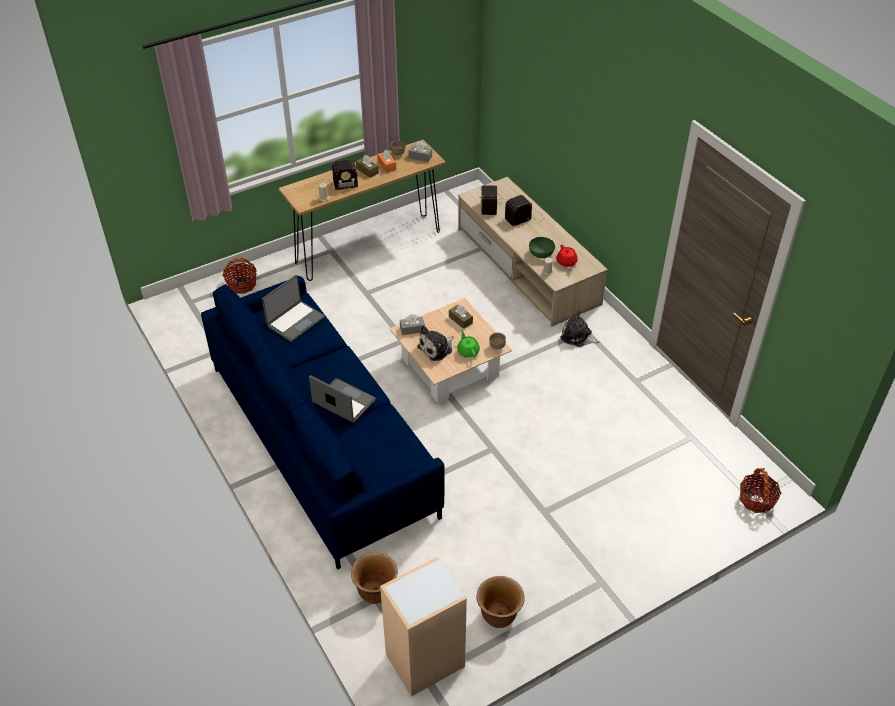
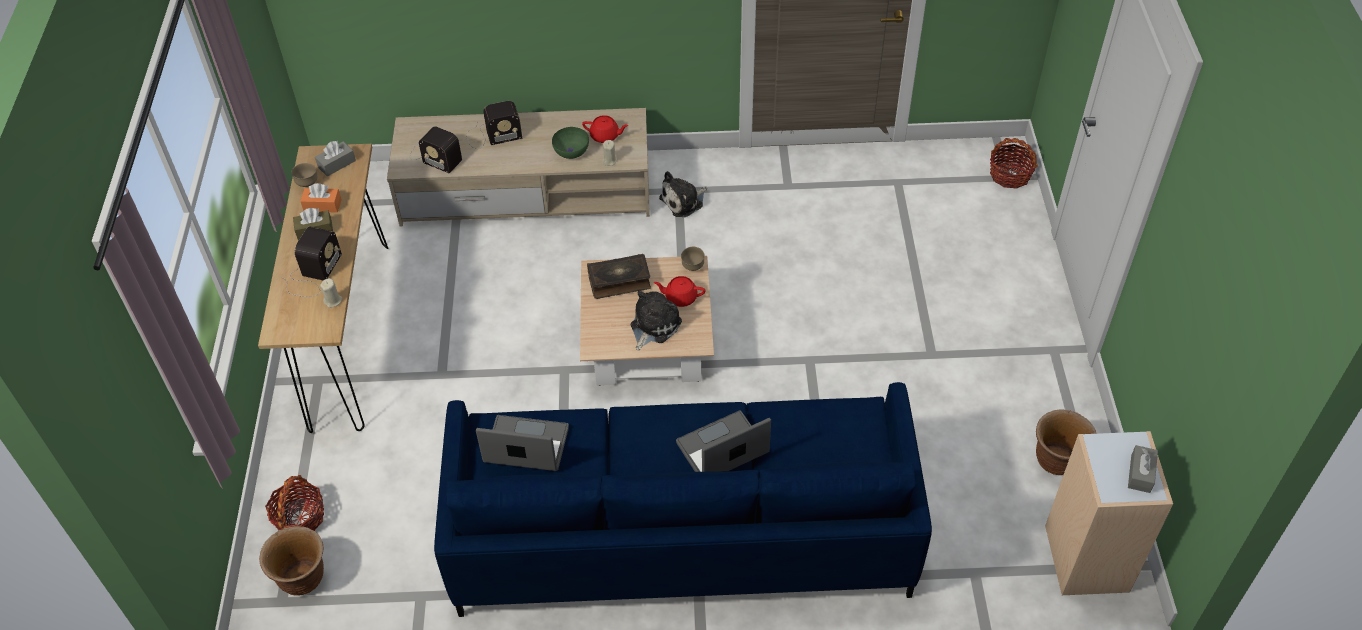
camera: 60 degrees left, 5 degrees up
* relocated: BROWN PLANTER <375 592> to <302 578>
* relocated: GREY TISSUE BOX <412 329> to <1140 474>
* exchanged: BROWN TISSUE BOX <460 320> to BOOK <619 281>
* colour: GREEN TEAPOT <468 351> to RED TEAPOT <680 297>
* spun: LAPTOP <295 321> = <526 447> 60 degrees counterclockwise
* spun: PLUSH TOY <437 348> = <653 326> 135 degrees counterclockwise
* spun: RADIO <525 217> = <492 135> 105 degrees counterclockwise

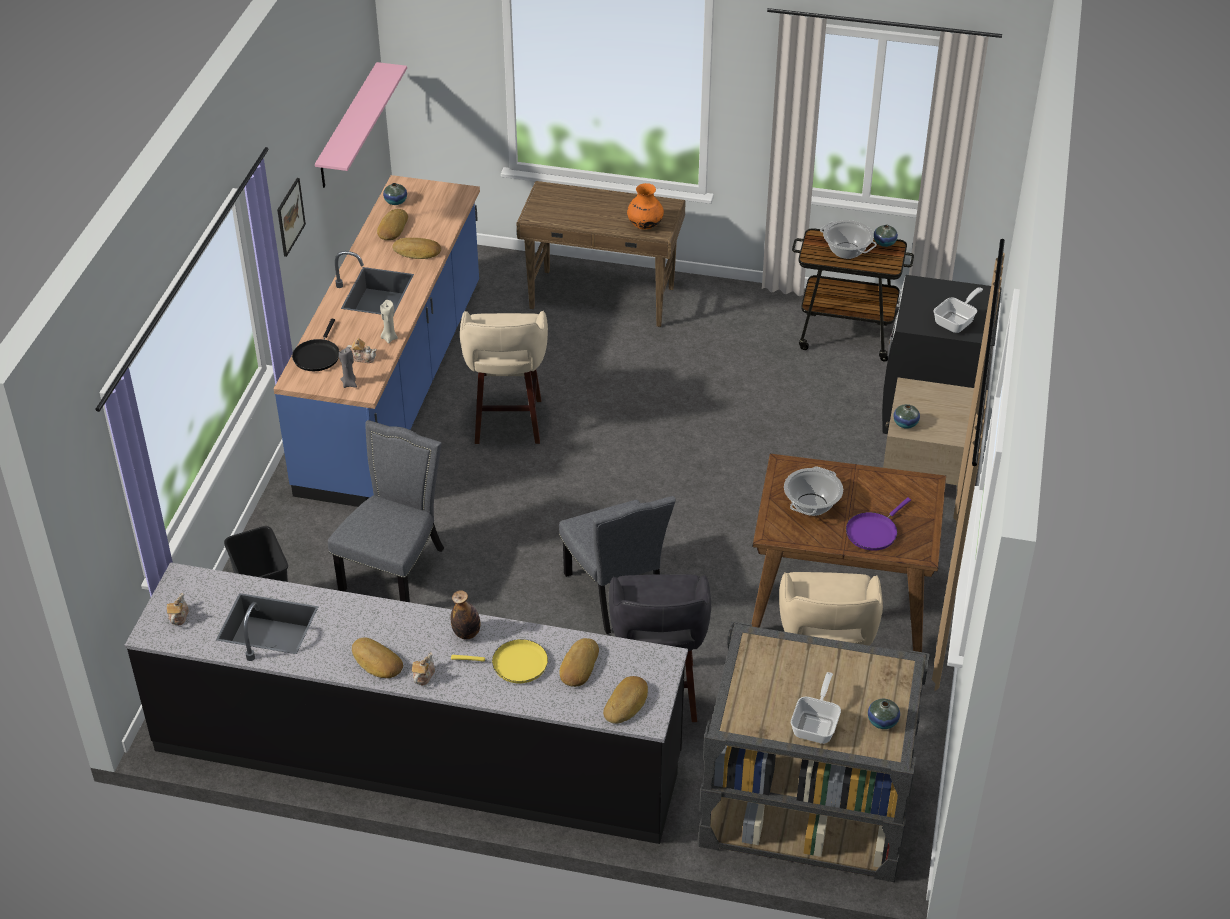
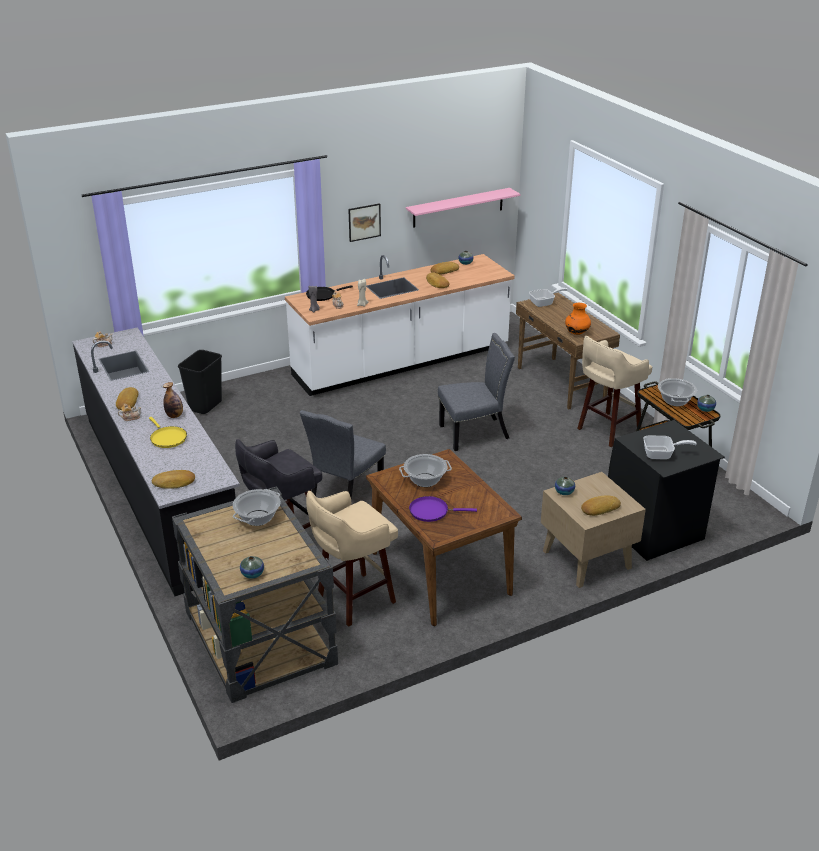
camera: 50 degrees right, 10 degrees down
* appeared: COOKING POT <258 518>
* relocated: GREY CHAIR <394 572> to <473 433>
* relocated: BEIGE STOOL <507 424> to <607 431>
* relocated: BREAD <578 666> to <599 508>
* relocated: FRYING PAN <816 724> to <544 303>
* colour: BLUE COUNTER <394 388> to WHITE COUNTER <402 362>

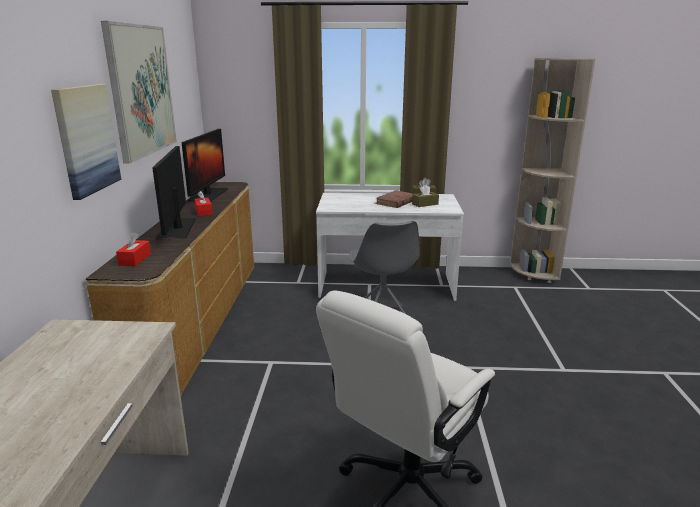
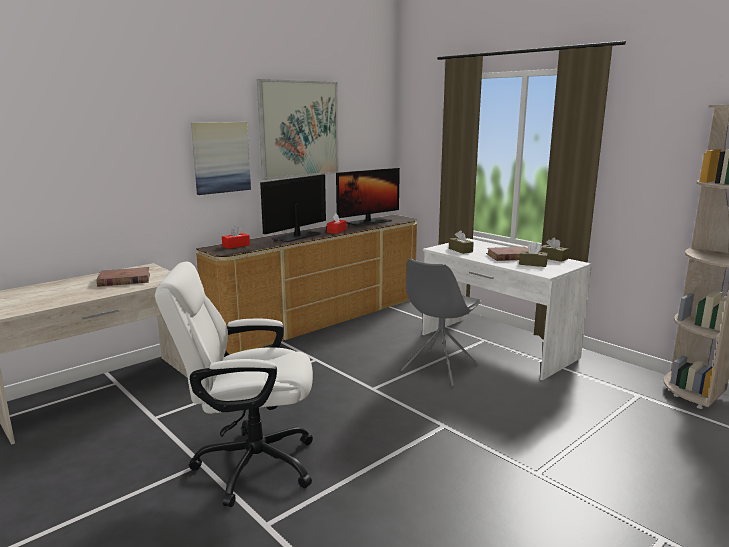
camera: 45 degrees right, 5 degrees down
* appeared: BROWN BOOK <124 280>
* appeared: BROWN TISSUE BOX <460 250>

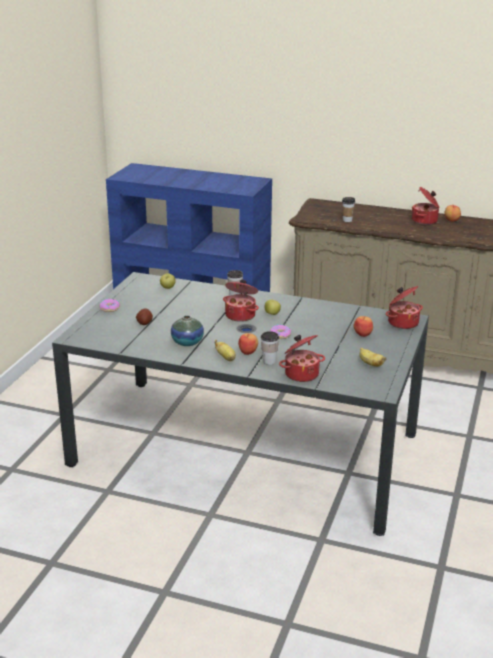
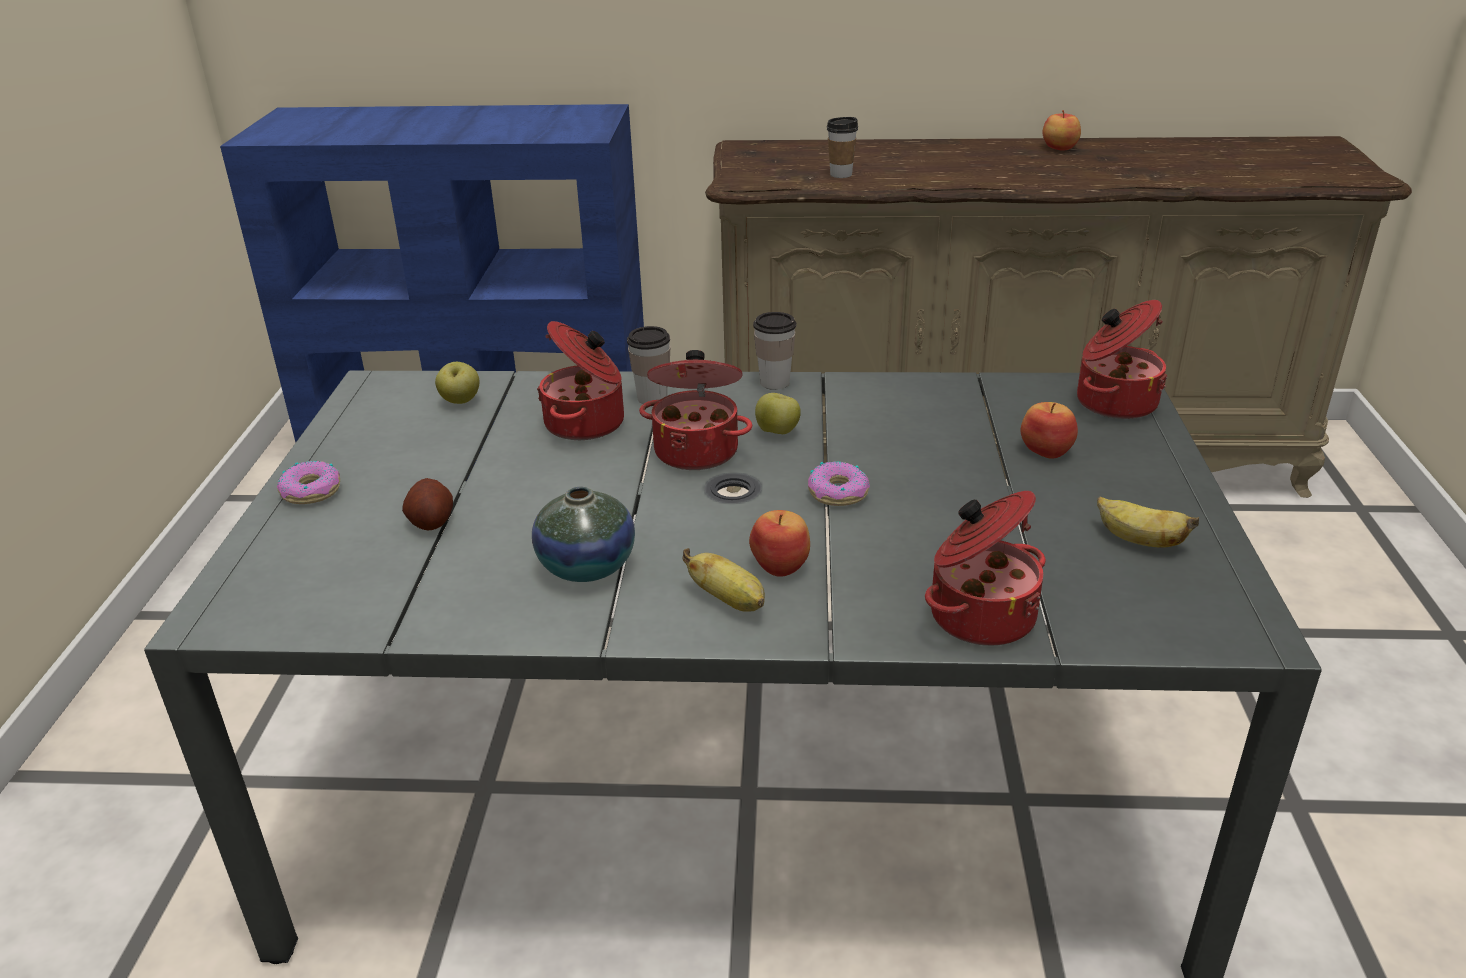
camera: 15 degrees left, 5 degrees up
* relocated: CUP <269 361> to <775 382>
* relocated: COOKING POT <425 221> to <587 423>

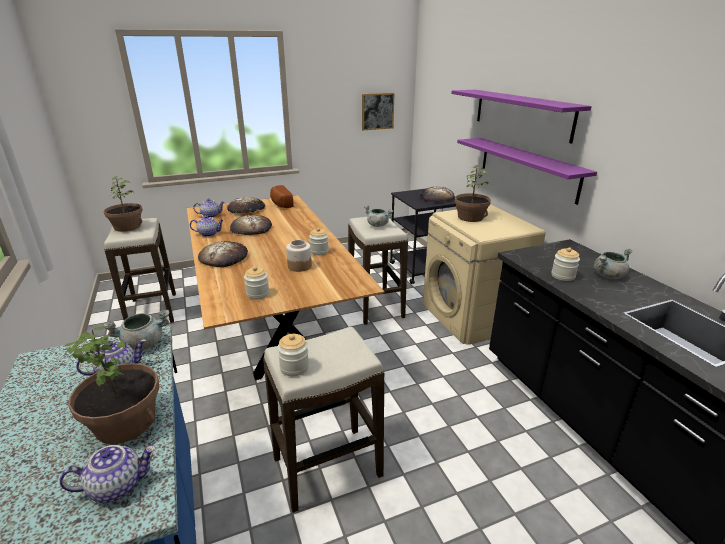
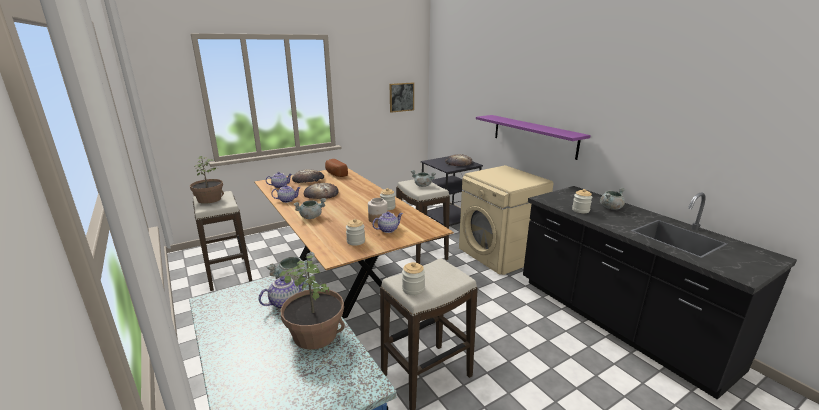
camera: 10 degrees left, 5 degrees down
* missing: PURPLE SHELF <521 113>
* missing: POTTED PLANT <470 217>
* relocated: TEAPOT <117 485> to <388 229>
* exchanged: BREAD <224 257> to GREY COOKING POT <311 217>

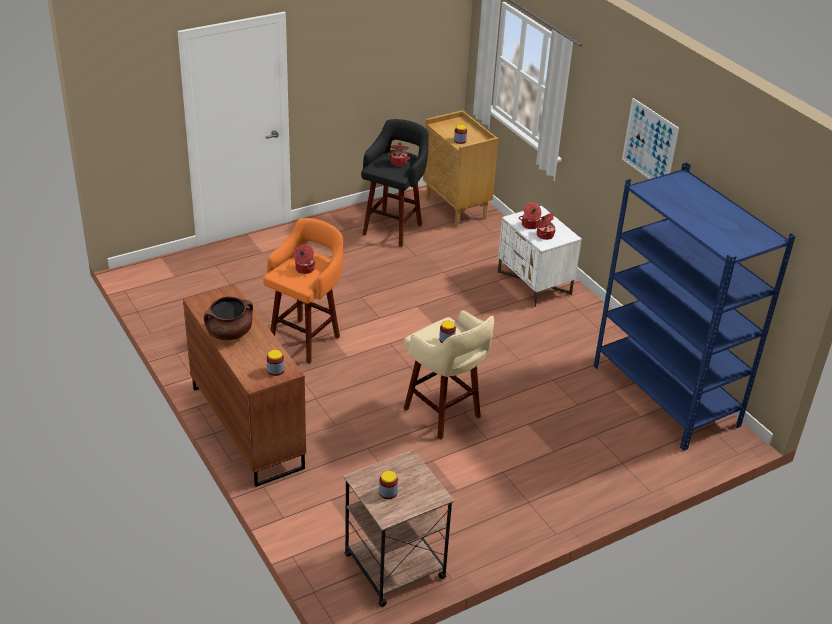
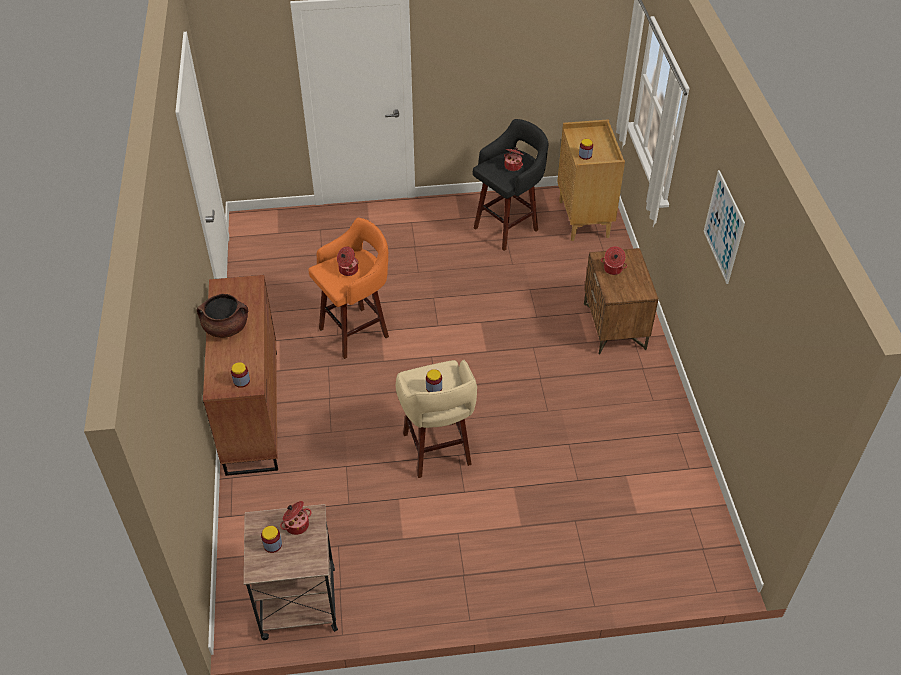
camera: 25 degrees right, 10 degrees up
* missing: BLUE BOOKCASE <665 395>
* relocated: COOKING POT <544 235> to <296 524>
* colour: WHITE NIGHTSTAND <534 284> to BROWN NIGHTSTAND <614 327>

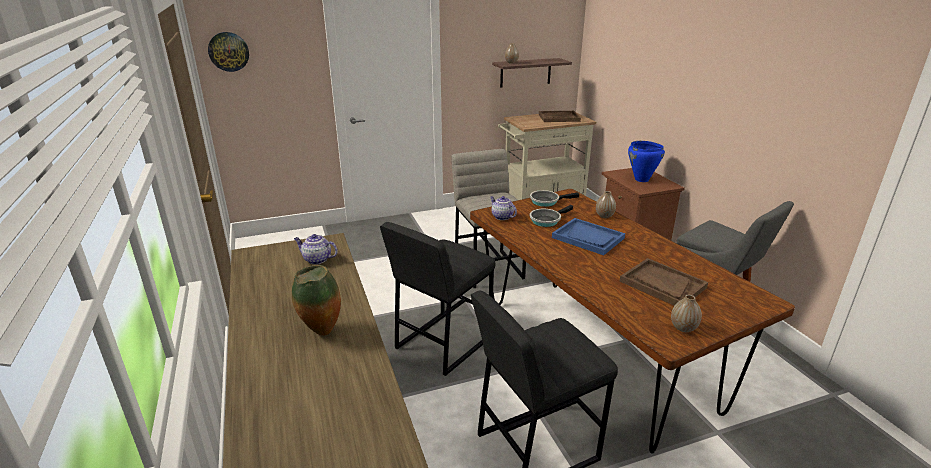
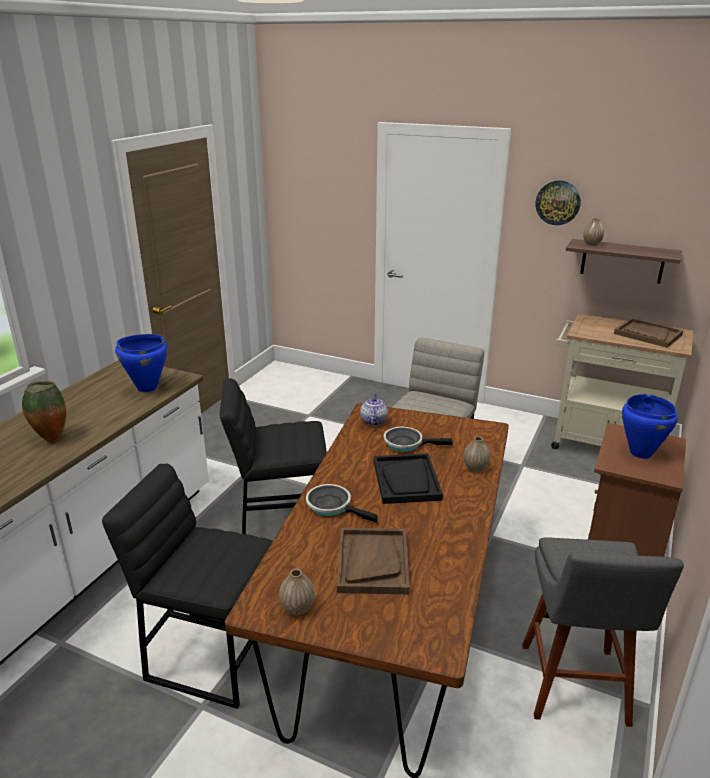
camera: 45 degrees right, 0 degrees up
* relocated: WALL CLOCK <228 51> to <558 202>
* relocated: FRYING PAN <546 201> to <332 506>
* exchanged: TEAPOT <316 259> to BLUE COOKING POT <147 388>
* colour: BLUE TRAY <588 238> to BLACK TRAY <406 480>

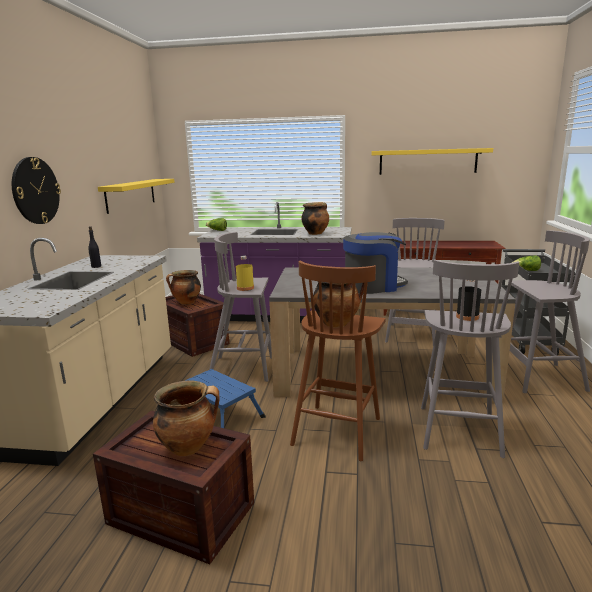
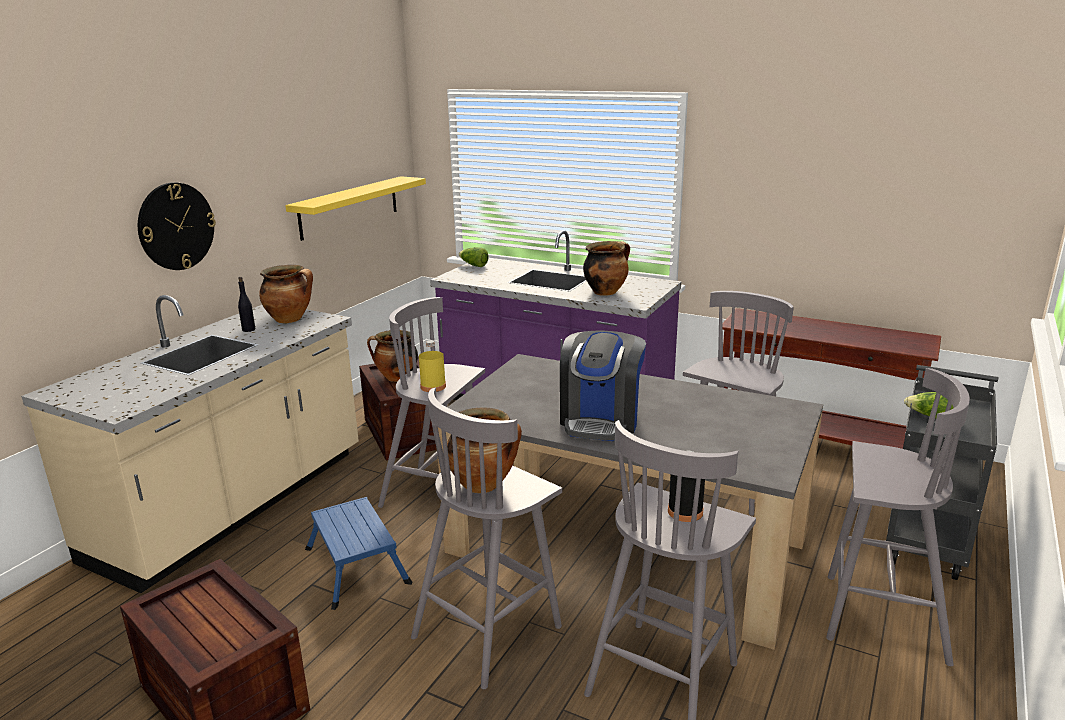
camera: 20 degrees right, 5 degrees up
* missing: YELLOW SHELF <427 161>
* relocated: COOKING POT <189 447> to <290 319>
* colour: BROWN STOOL <337 429> to GREY STOOL <490 628>
* spun: COFFEE MACHINE <373 286> = <600 419> 105 degrees clockwise

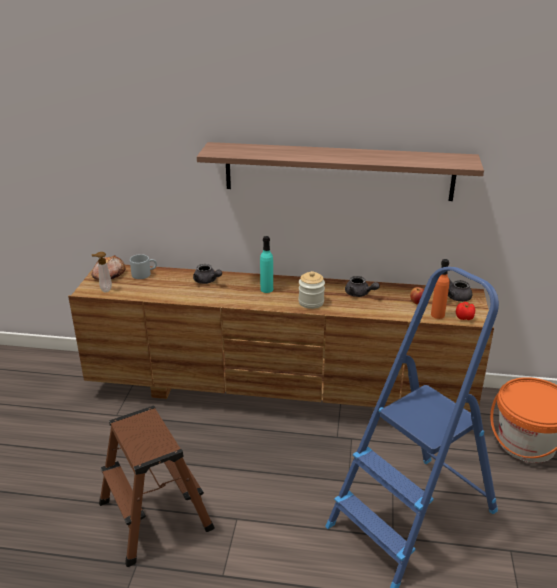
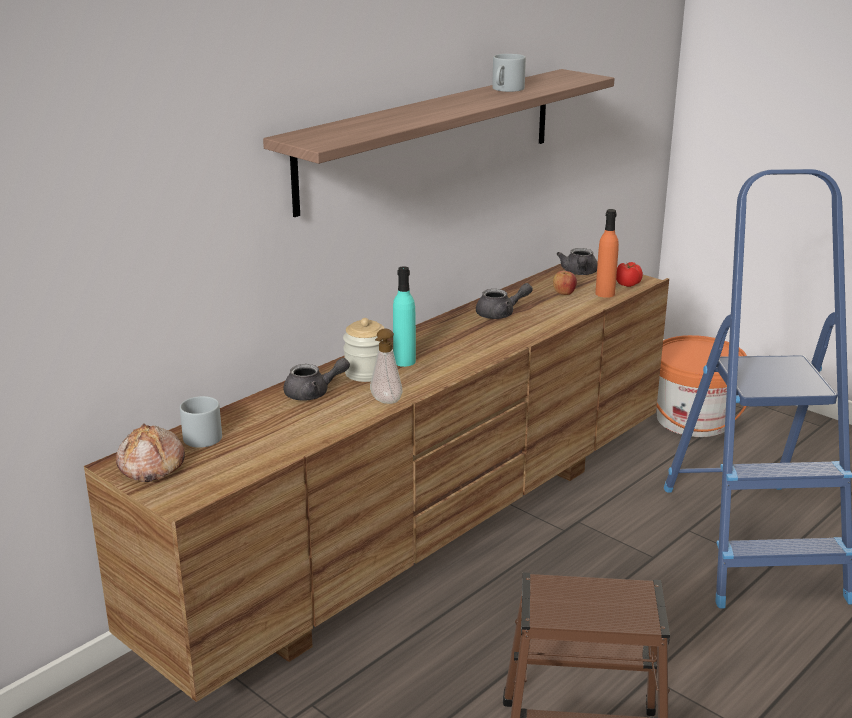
camera: 55 degrees left, 5 degrees down
* appeared: GREY MUG <506 89>
* relocated: SOAP DISPENSER <105 290> to <385 402>
* relocated: JAR <311 302> to <366 373>

